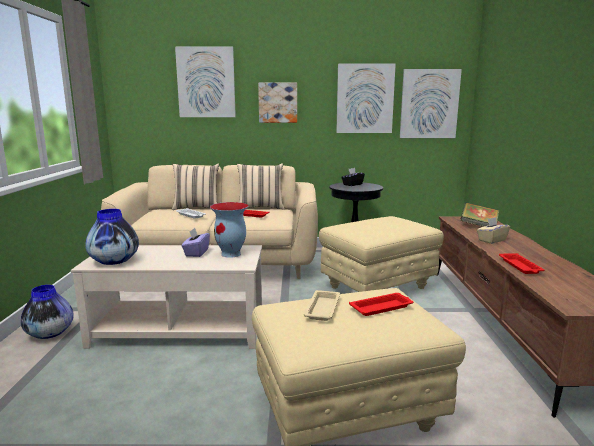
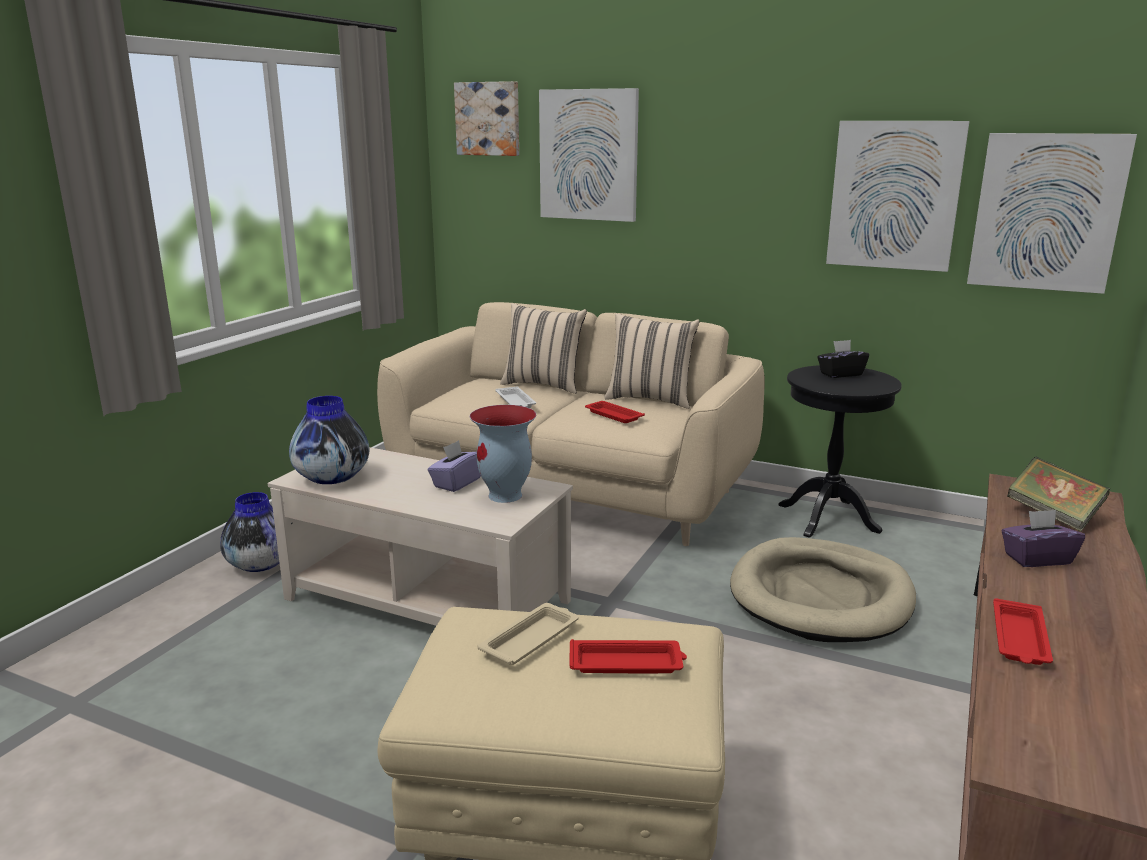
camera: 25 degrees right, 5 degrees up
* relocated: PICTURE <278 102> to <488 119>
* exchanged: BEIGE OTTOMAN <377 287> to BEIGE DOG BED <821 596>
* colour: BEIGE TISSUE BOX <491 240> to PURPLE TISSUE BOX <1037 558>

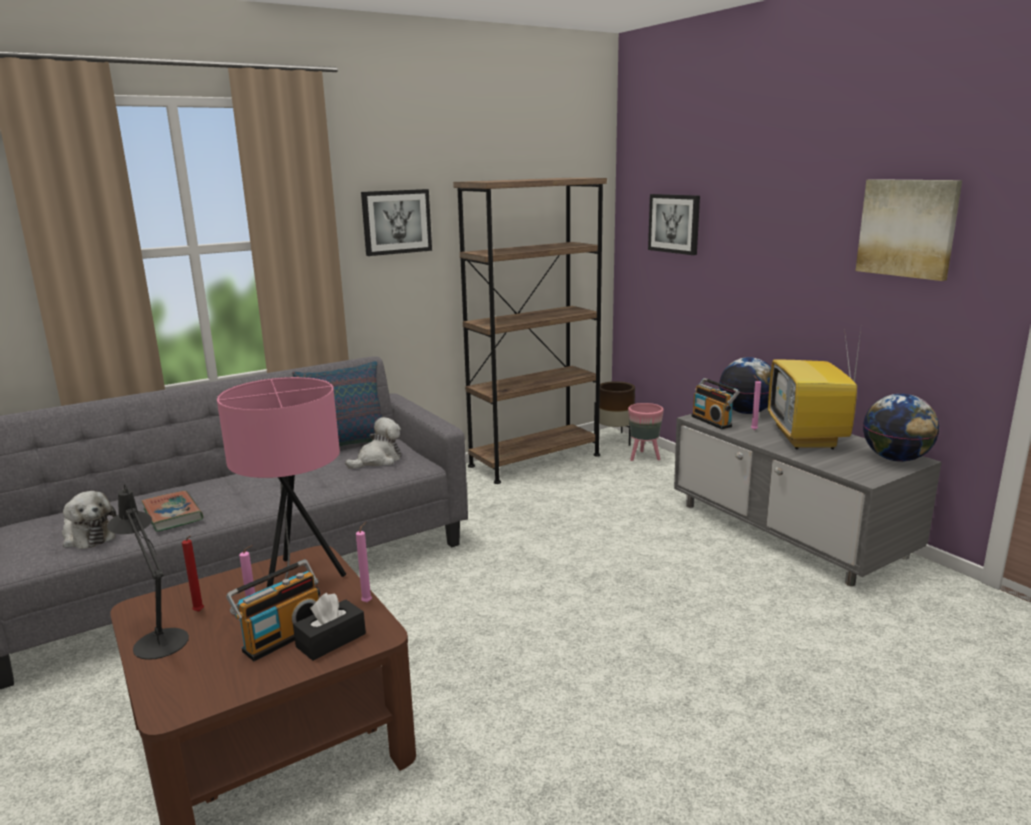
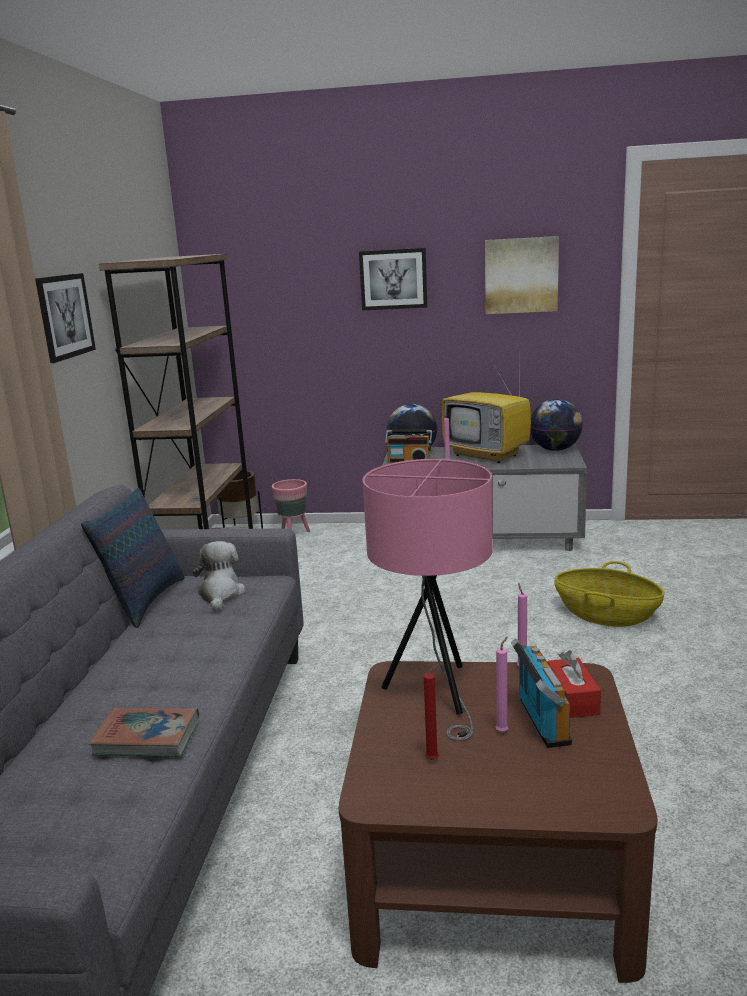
camera: 50 degrees left, 0 degrees up
* missing: PLUSH TOY <87 536>
* missing: BLACK TABLE LAMP <158 640>
* appeared: BASKET <606 615>
* relocated: PICTURE <674 223> to <393 279>
* colour: BLACK TISSUE BOX <331 640> to RED TISSUE BOX <572 699>

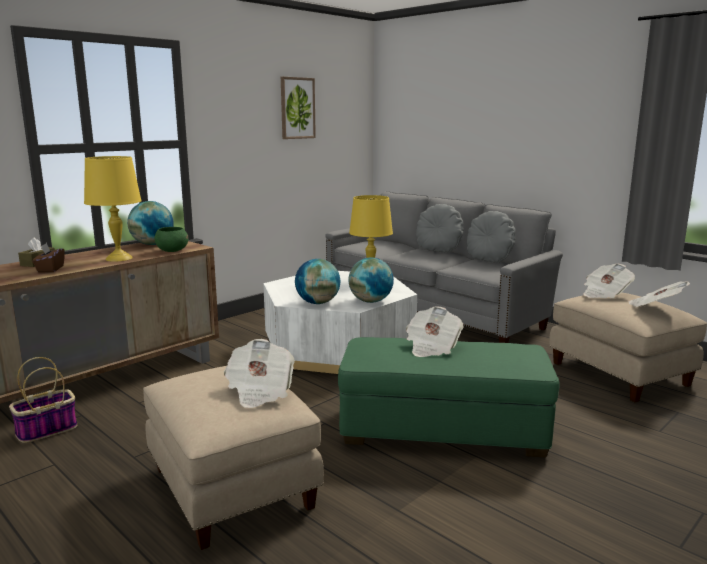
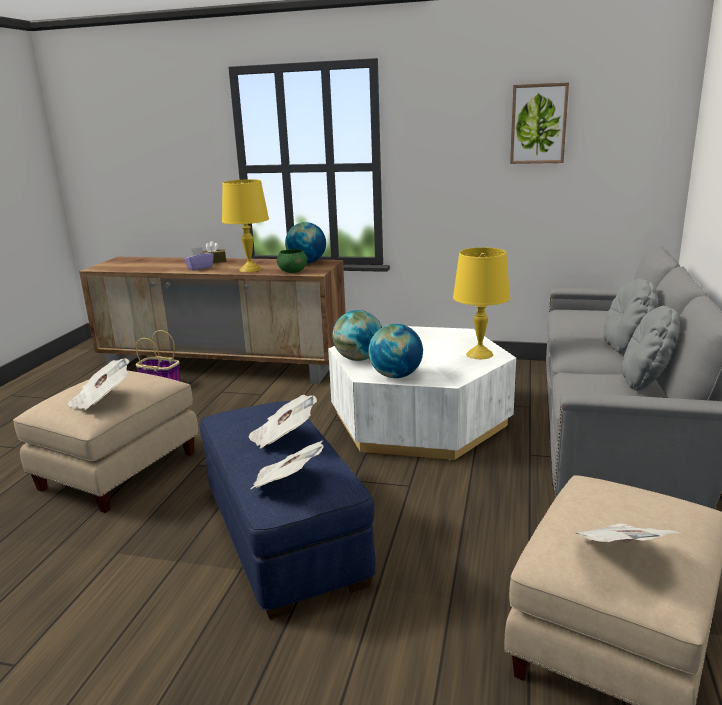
camera: 60 degrees right, 5 degrees up
* relocated: NEWSPAPER <605 294> to <287 483>
* colour: BROWN TISSUE BOX <50 269> to PURPLE TISSUE BOX <200 268>
* colour: GREEN OTTOMAN <442 429> to BLUE OTTOMAN <284 533>

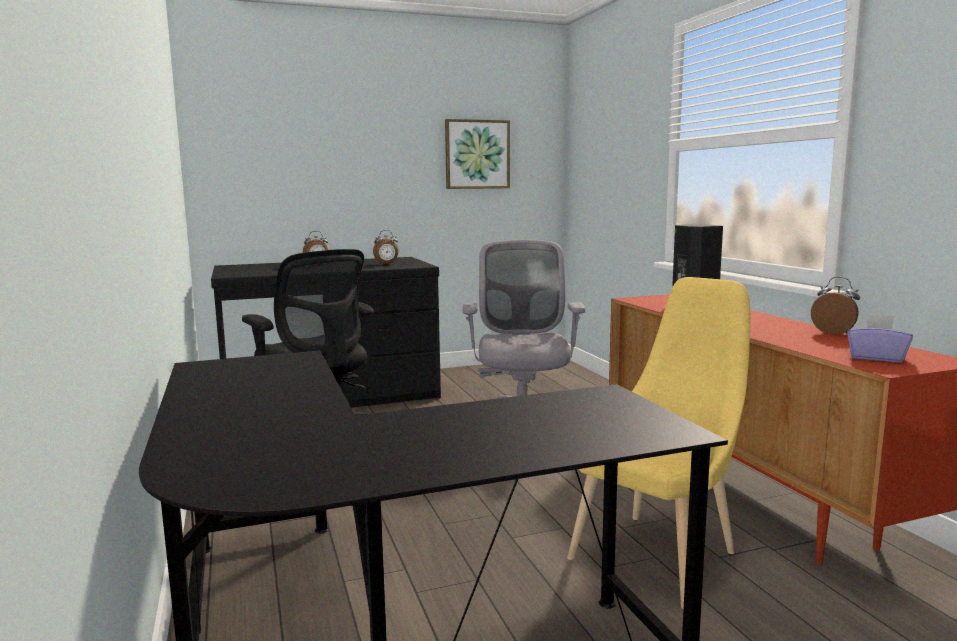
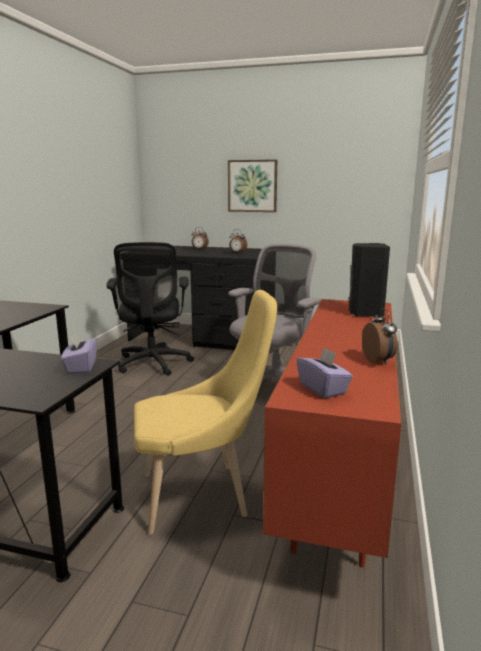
camera: 35 degrees right, 5 degrees up
* appeared: PURPLE TISSUE BOX <81 367>
* relocated: PICTURE <477 154> to <252 186>

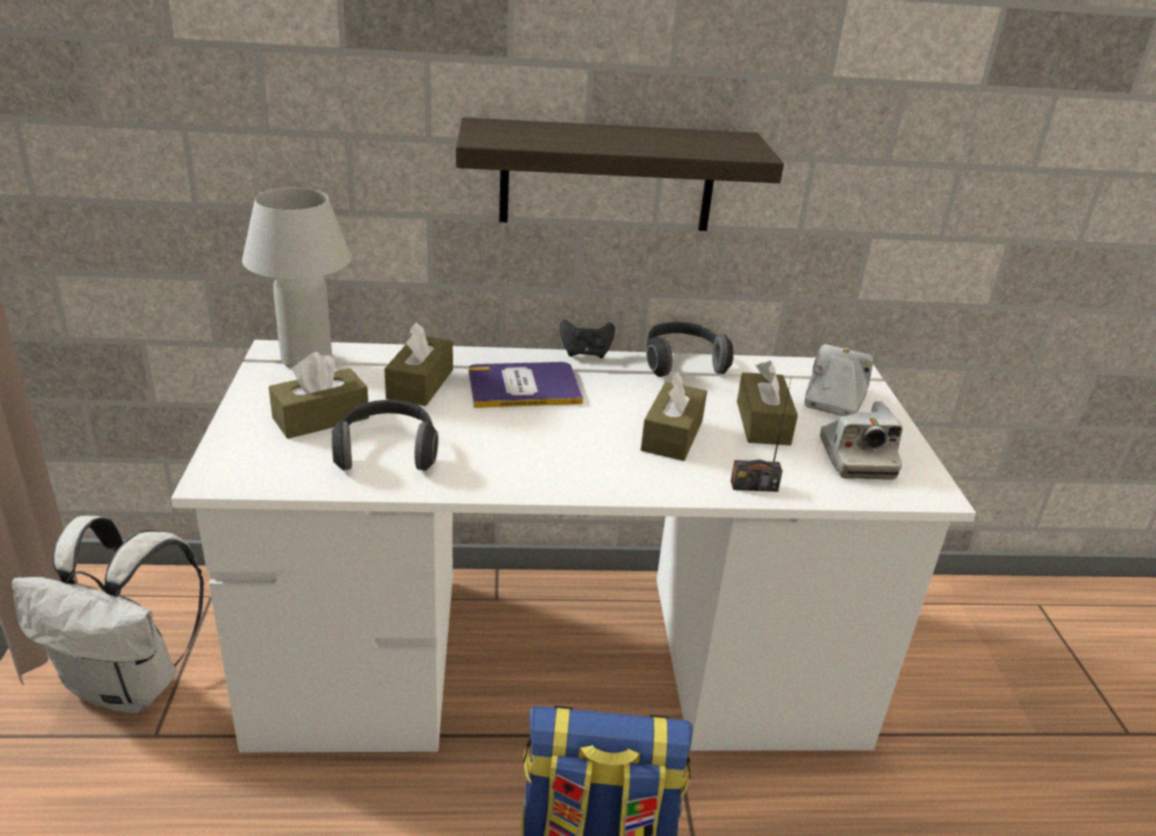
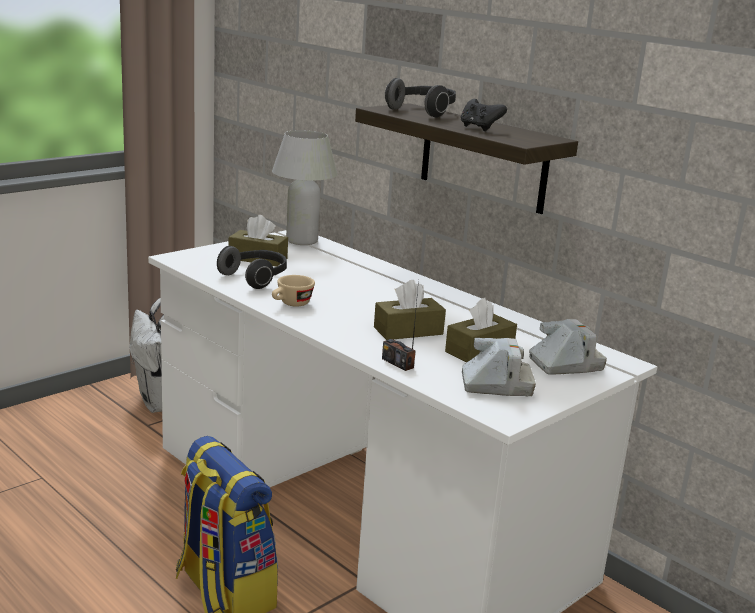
camera: 50 degrees right, 10 degrees down
* missing: BROWN TISSUE BOX <420 384>
* missing: BOOK <523 386>
* appeared: BEIGE CUP <291 304>
* relocated: BLACK GAME CONTROLLER <585 354> to <479 128>
* relocated: HEADPHONES <682 363> to <423 111>
* spun: PHOTO CAMERA <856 458> = <496 385> 135 degrees counterclockwise

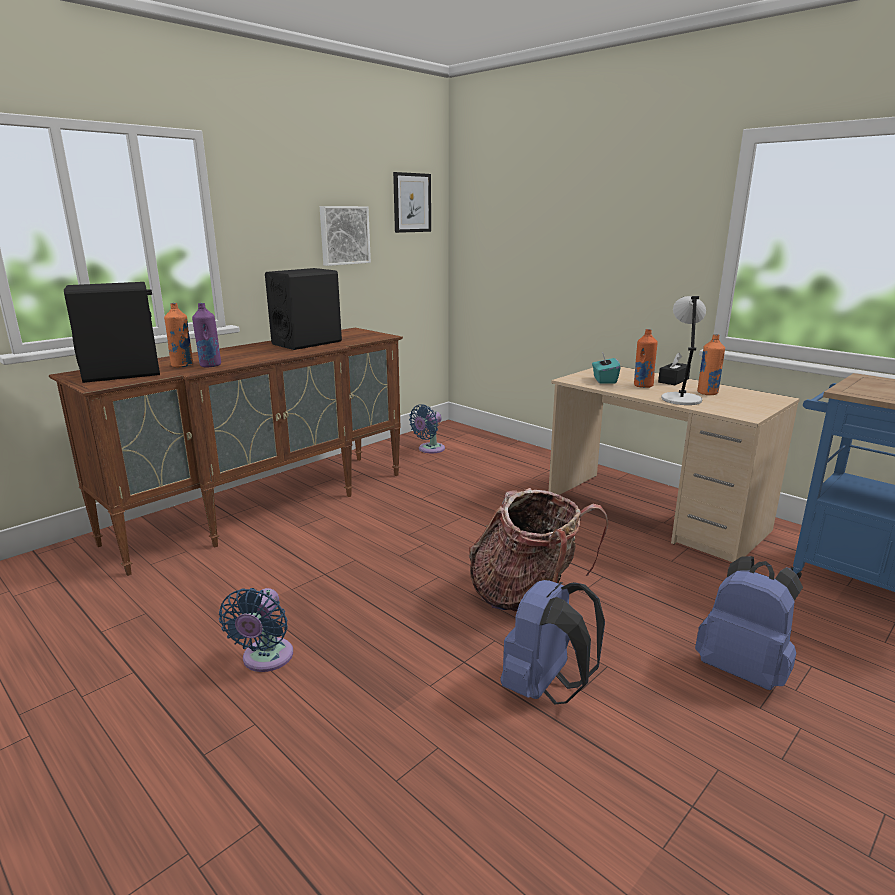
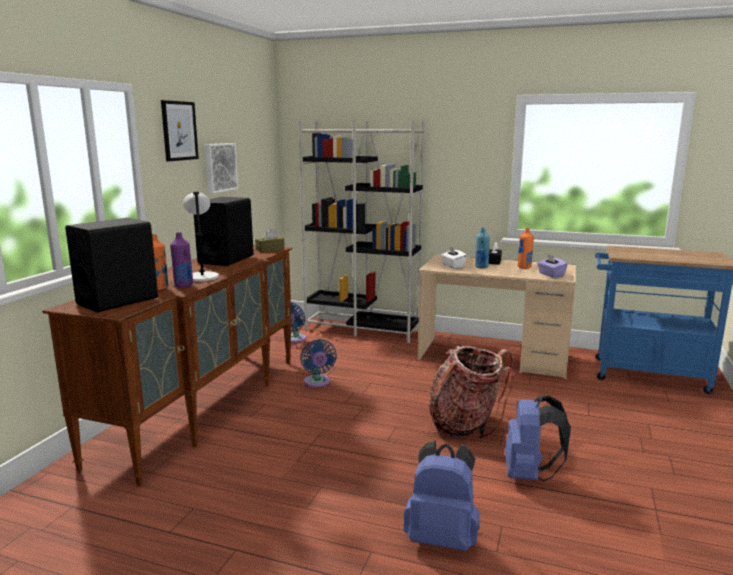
camera: 25 degrees left, 5 degrees down
* appeared: BROWN TISSUE BOX <270 249>
* appeared: BLACK BOOKCASE <362 330>
* appeared: PURPLE TISSUE BOX <551 275>
* relocated: BLUE FAN <265 659> to <317 383>
* relocated: PICTURE <412 203> to <179 131>
* relocated: GREY TABLE LAMP <680 399> to <202 277>
* relocated: BLUE BACKPACK <743 670> to <442 538>
* colour: TURQUOISE TISSUE BOX <604 380> to WHITE TISSUE BOX <452 266>
* colour: ORANGE BOTTLE <643 386> to BLUE BOTTLE <481 267>

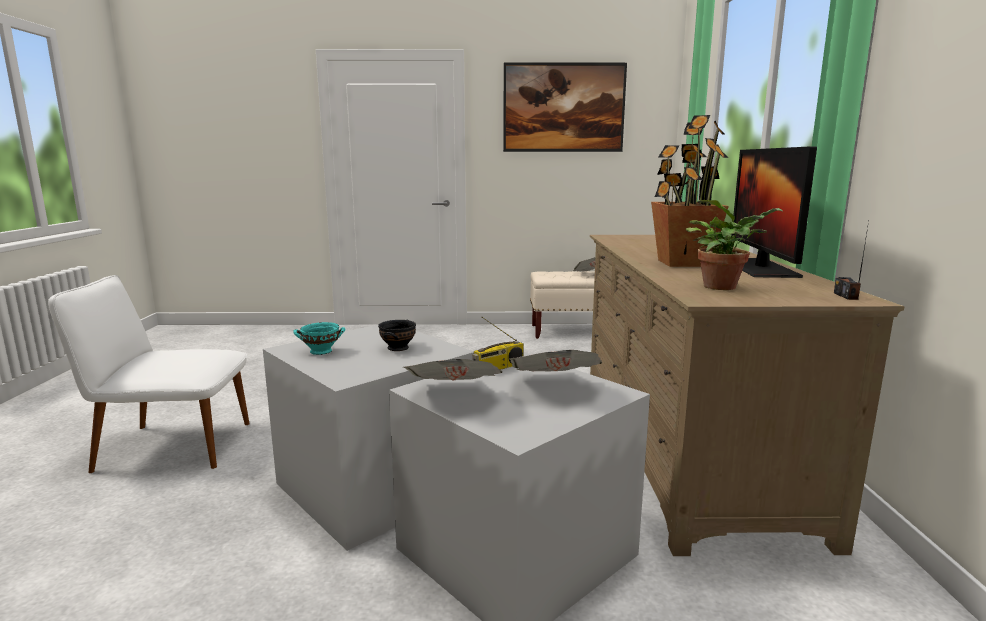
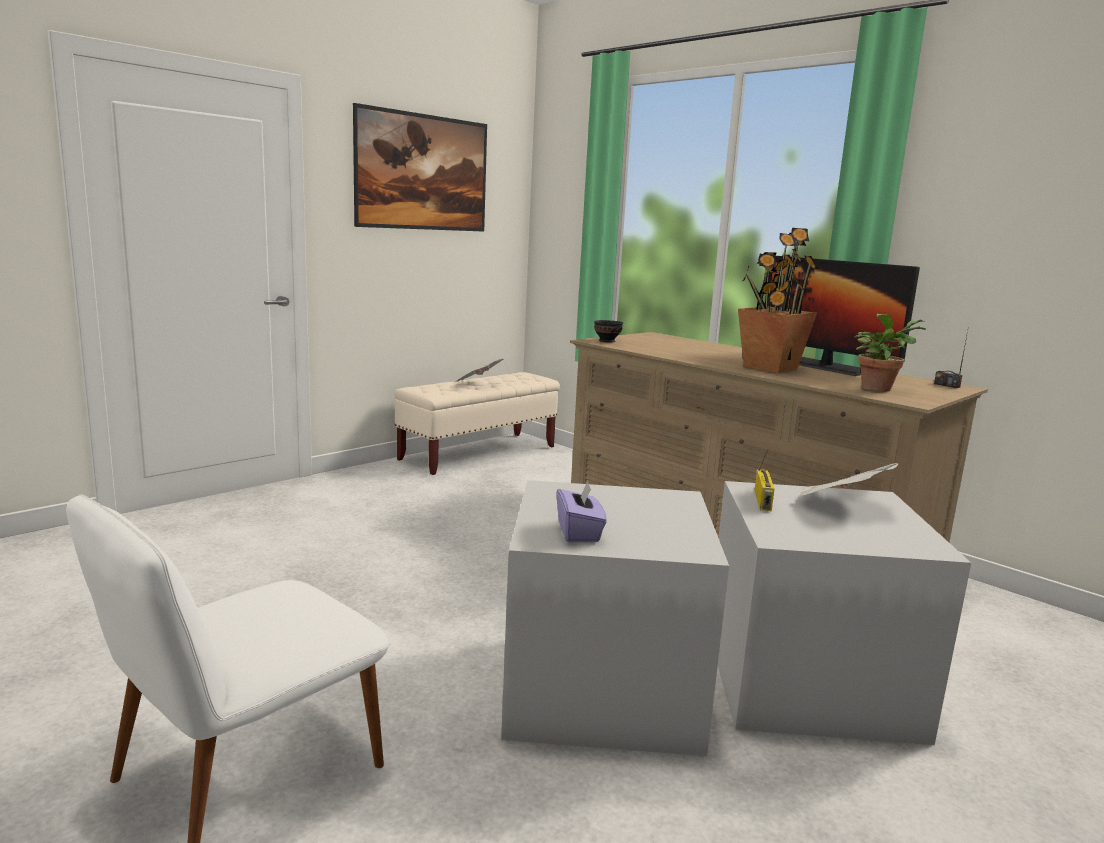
camera: 45 degrees left, 0 degrees up
* missing: NEWSPAPER <454 396>
* relocated: BLACK BOWL <399 347> to <607 341>
* exchanged: TURQUOISE BOWL <320 351> to PURPLE TISSUE BOX <579 532>

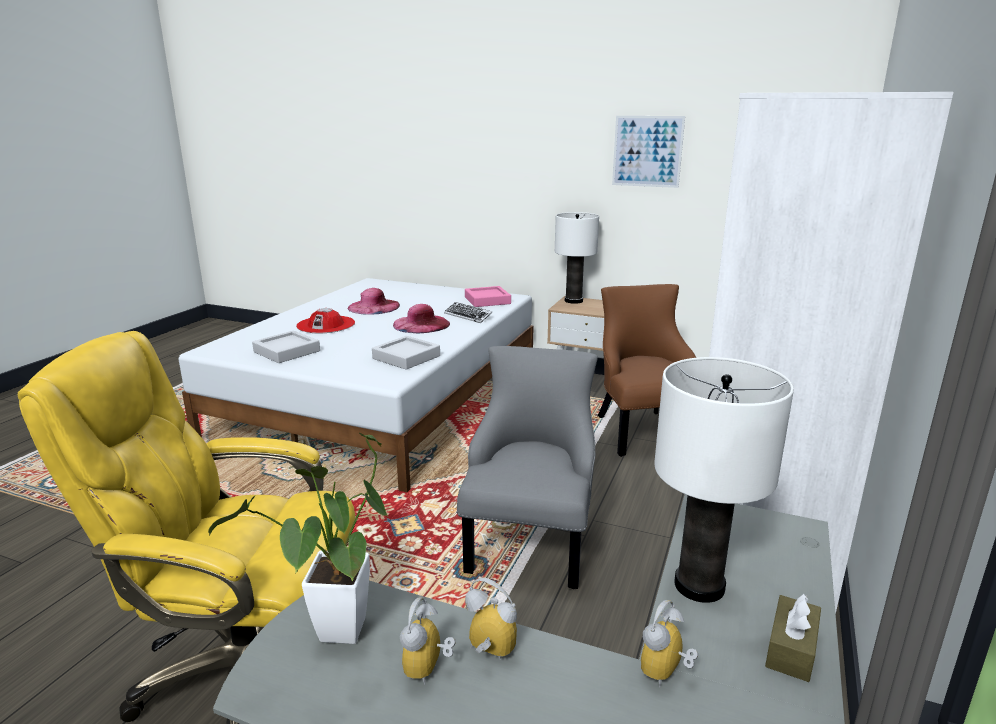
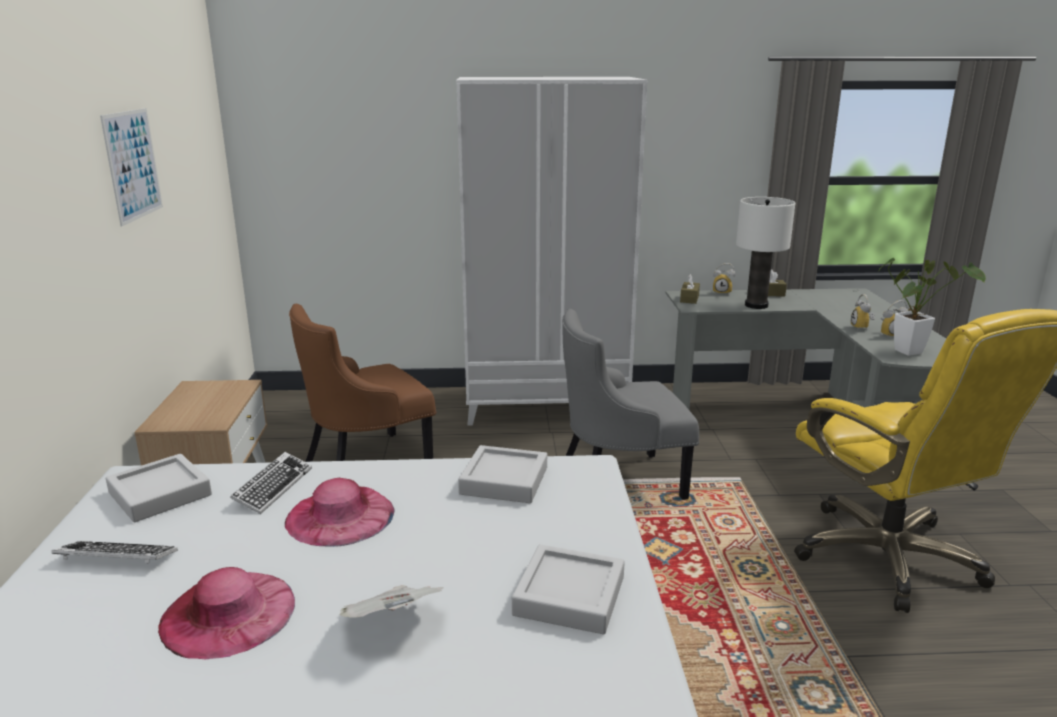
camera: 115 degrees left, 0 degrees up
* missing: WHITE TABLE LAMP <573 301>
* appeared: KEYBOARD <116 558>
* appeared: BROWN TISSUE BOX <689 298>
* relocated: ALARM CLOCK <666 674> to <722 293>
* exchanged: RED HAT <326 325> to NEWSPAPER <393 623>
* colour: PINK TRAY <487 300> to GREY TRAY <160 494>

